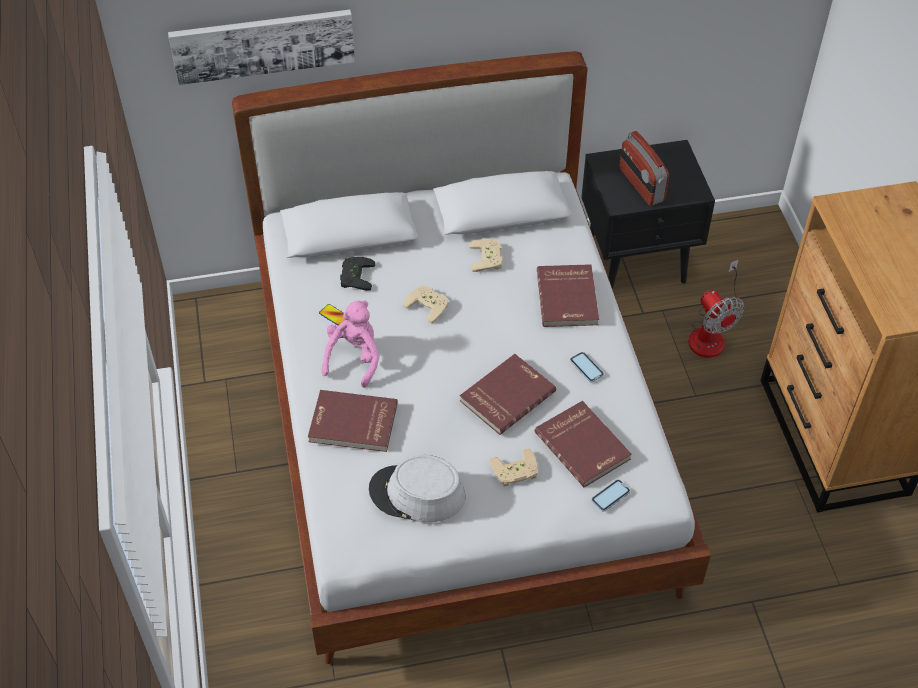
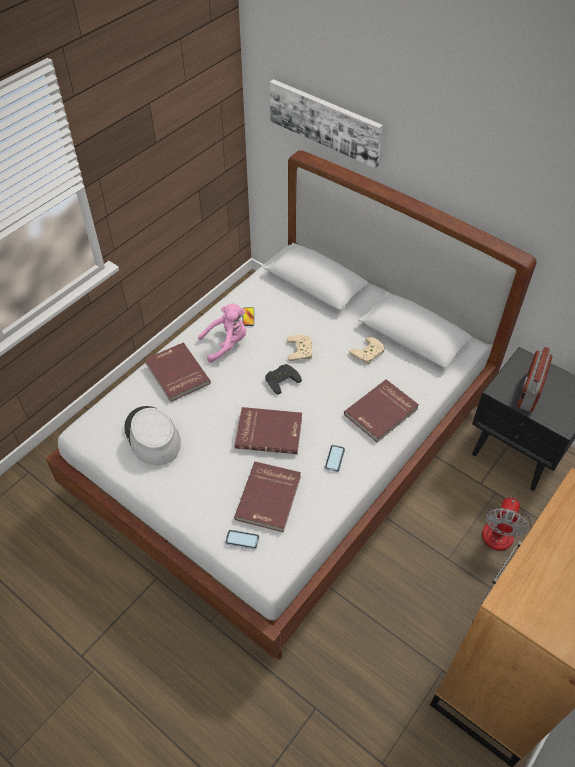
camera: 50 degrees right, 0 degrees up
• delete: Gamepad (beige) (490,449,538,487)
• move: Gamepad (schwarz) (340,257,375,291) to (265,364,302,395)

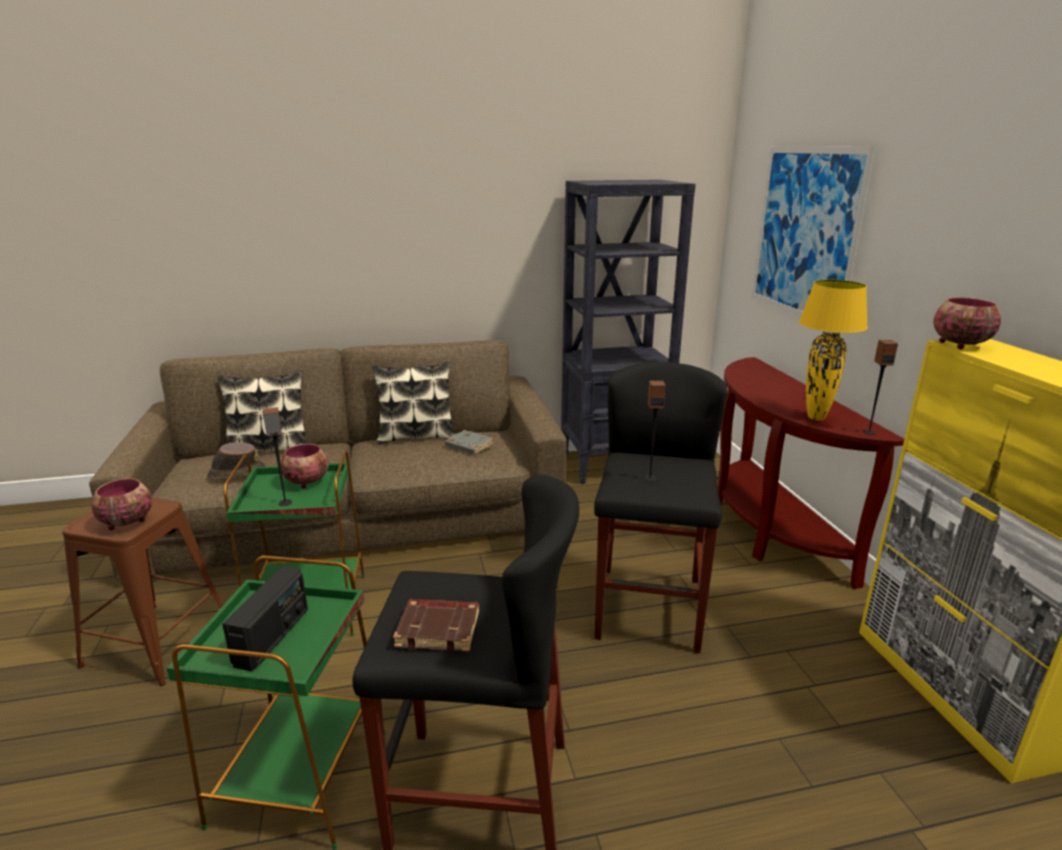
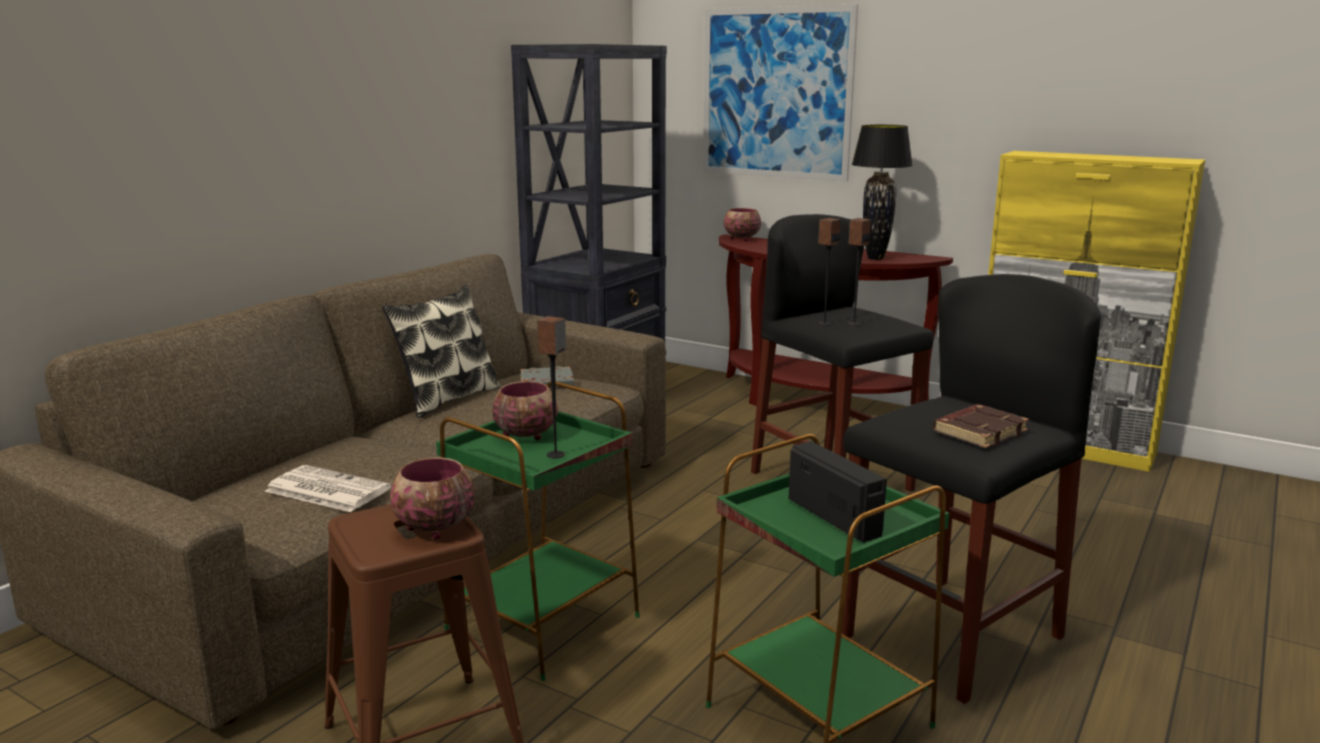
camera: 45 degrees left, 5 degrees down
• delete: Kissen (217,370,306,451)
• move: Lautsprecher (863,340,898,435) to (818,218,840,326)
• move: Schüssel (933,297,1001,349) to (724,208,761,241)
• replace: Hut (braun) (207,442,266,480) to Zeitung (265,465,391,512)
• recolor: Tischlampe (gelb) (799,280,868,421) to Tischlampe (schwarz) (852,125,913,260)

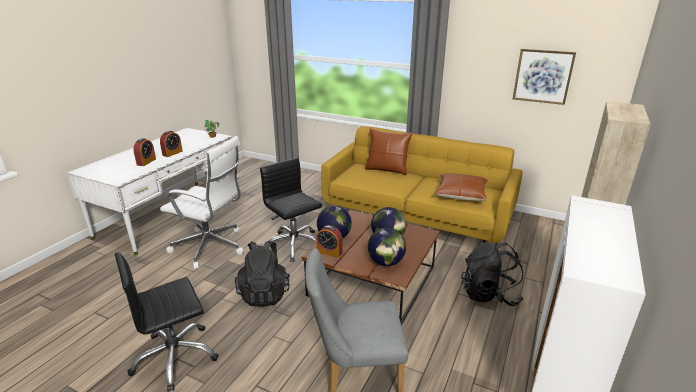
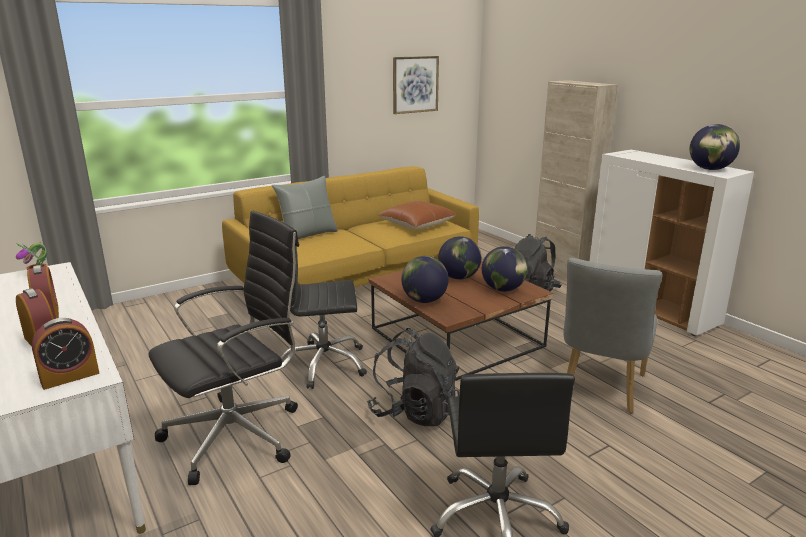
camera: 60 degrees left, 5 degrees down
• insert: Globus (690,124,740,170)
• move: Wecker (317,225,343,258) to (32,318,99,390)
• recolor: Bürostuhl (weiß) (160,136,244,269) to Bürostuhl (schwarz) (148,211,299,485)
• recolor: Kissen (braun) (365,128,413,175) to Kissen (grau) (272,176,338,239)

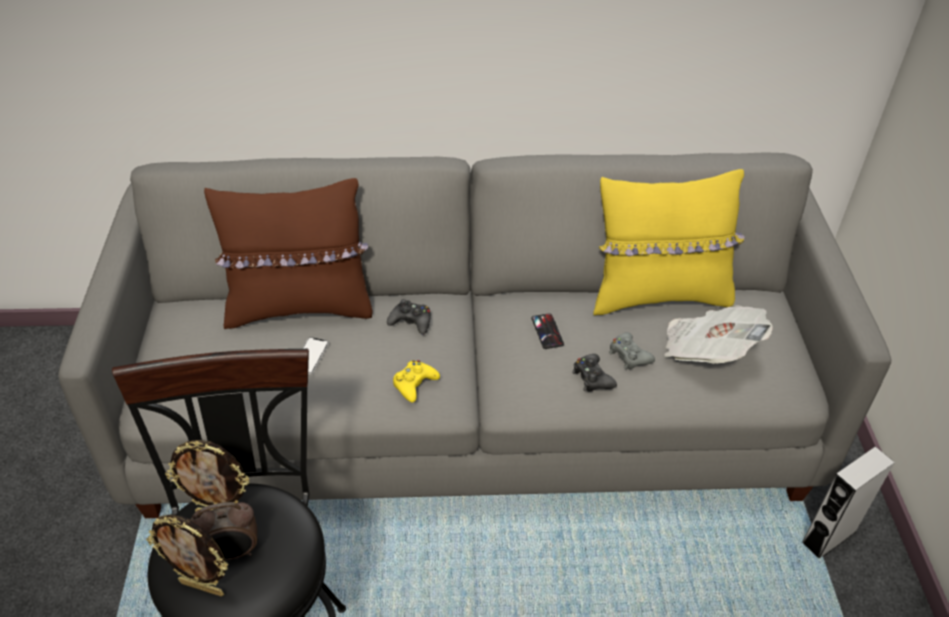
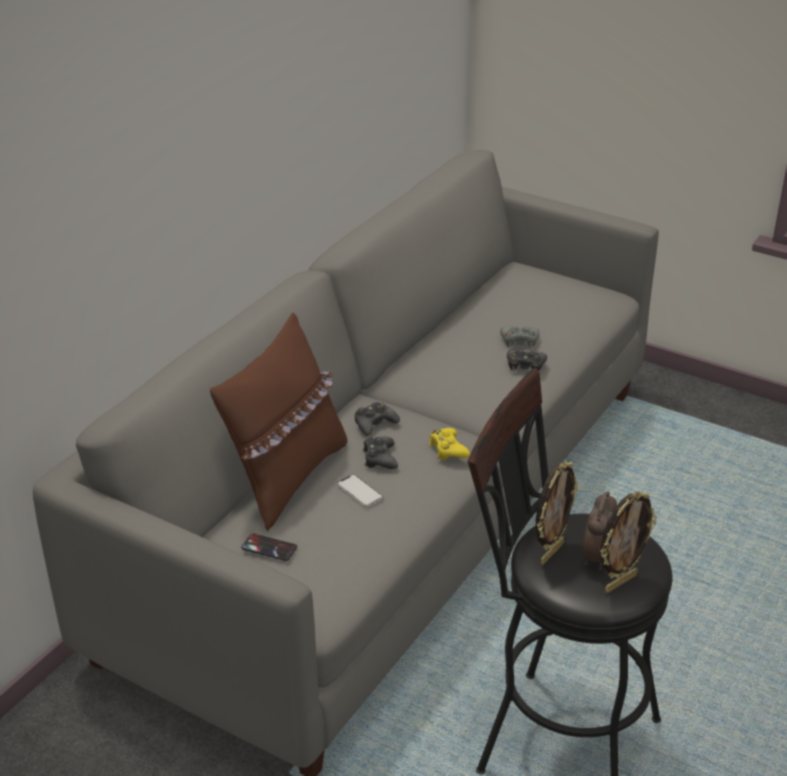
camera: 55 degrees left, 10 degrees down
• delete: Kissen (gelb) (593,169,745,315)
• delete: Zeitung (664,305,773,364)
• delete: Lautsprecher (grau) (802,446,895,558)
• insert: Gamepad (schwarz) (363,437,398,469)
• move: Handy (531,313,564,349) to (241,533,297,561)

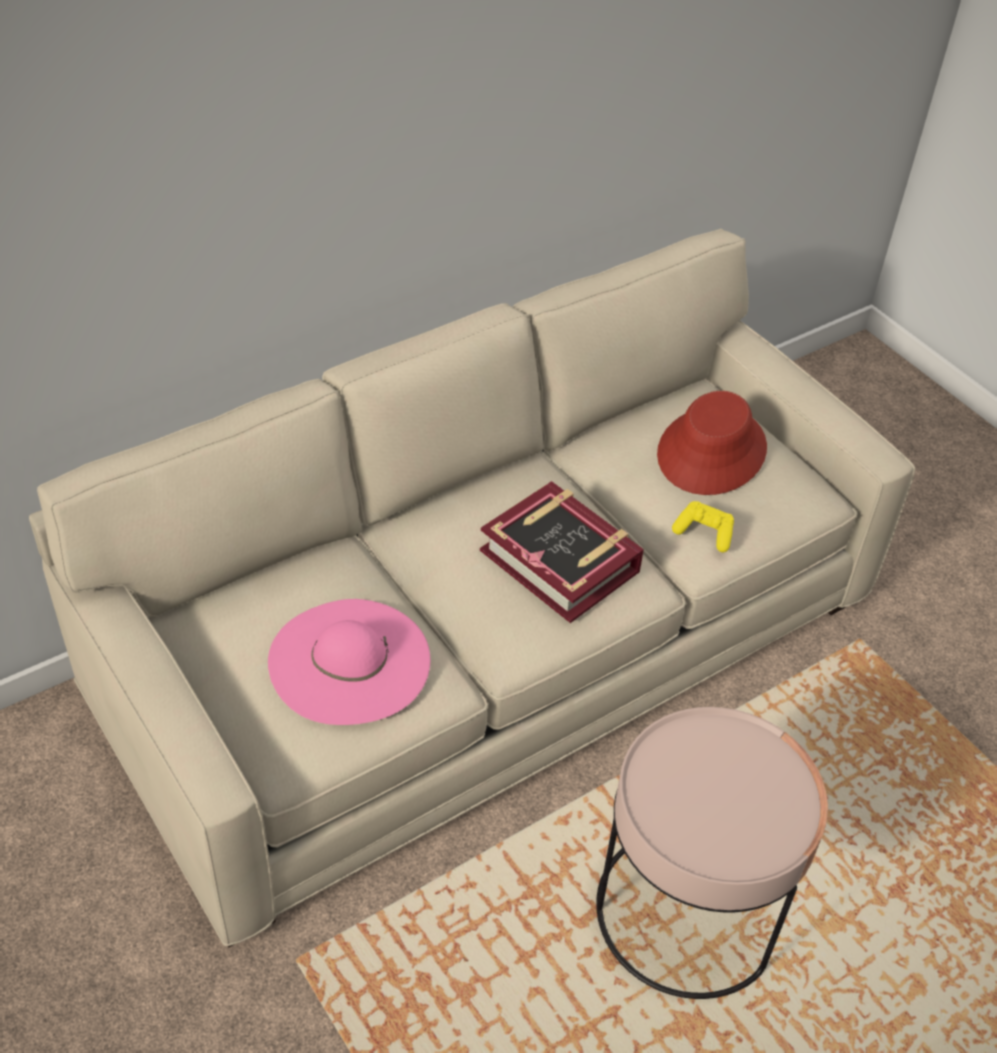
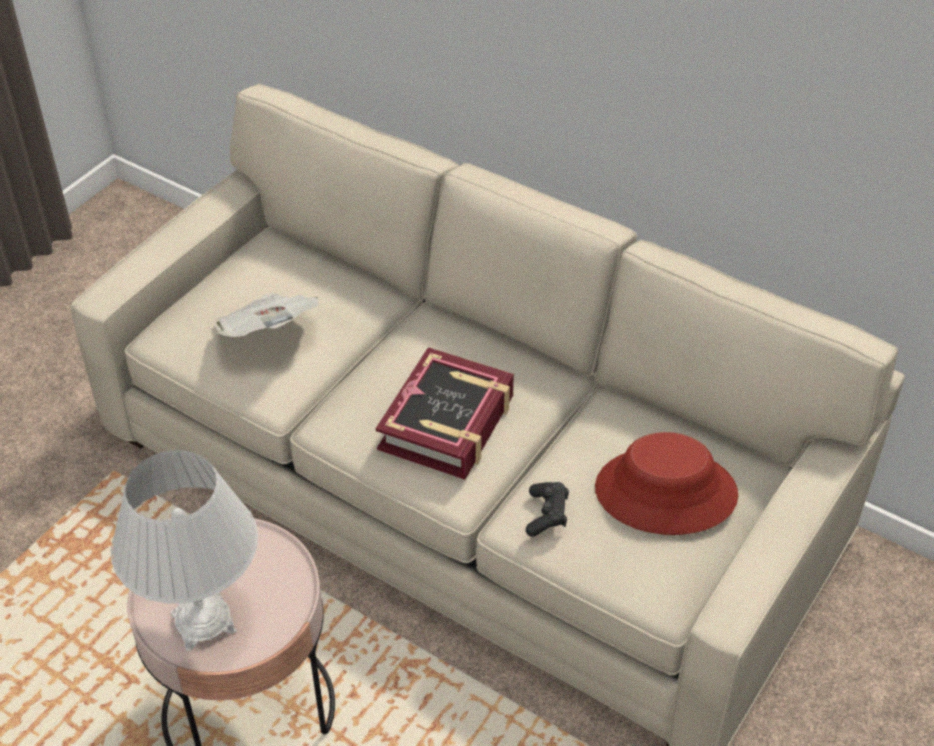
camera: 70 degrees right, 0 degrees up
• insert: Tischlampe (weiß) (111,450,258,651)
• replace: Hut (rosa) (268,599,430,725) to Zeitung (214,292,319,337)
• recolor: Gamepad (gelb) (672,501,734,552) to Gamepad (schwarz) (526,482,569,537)

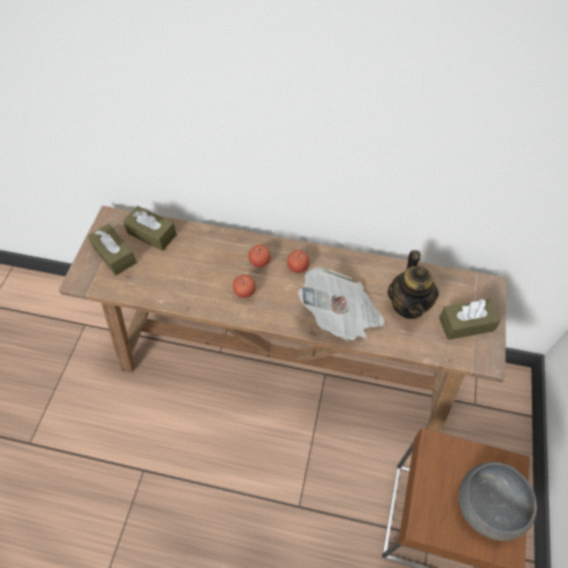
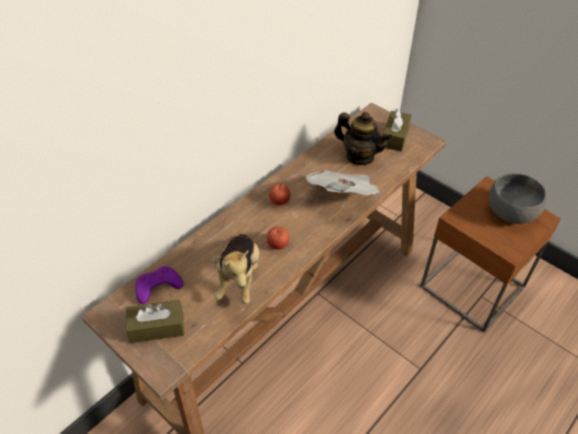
camera: 60 degrees left, 10 degrees down
• delete: Apfel (248,245,271,267)
• insert: Plüschtier (213,234,259,304)
• replace: Taschentuchbox (braun) (123,206,177,251) to Gamepad (lila) (135,266,184,304)

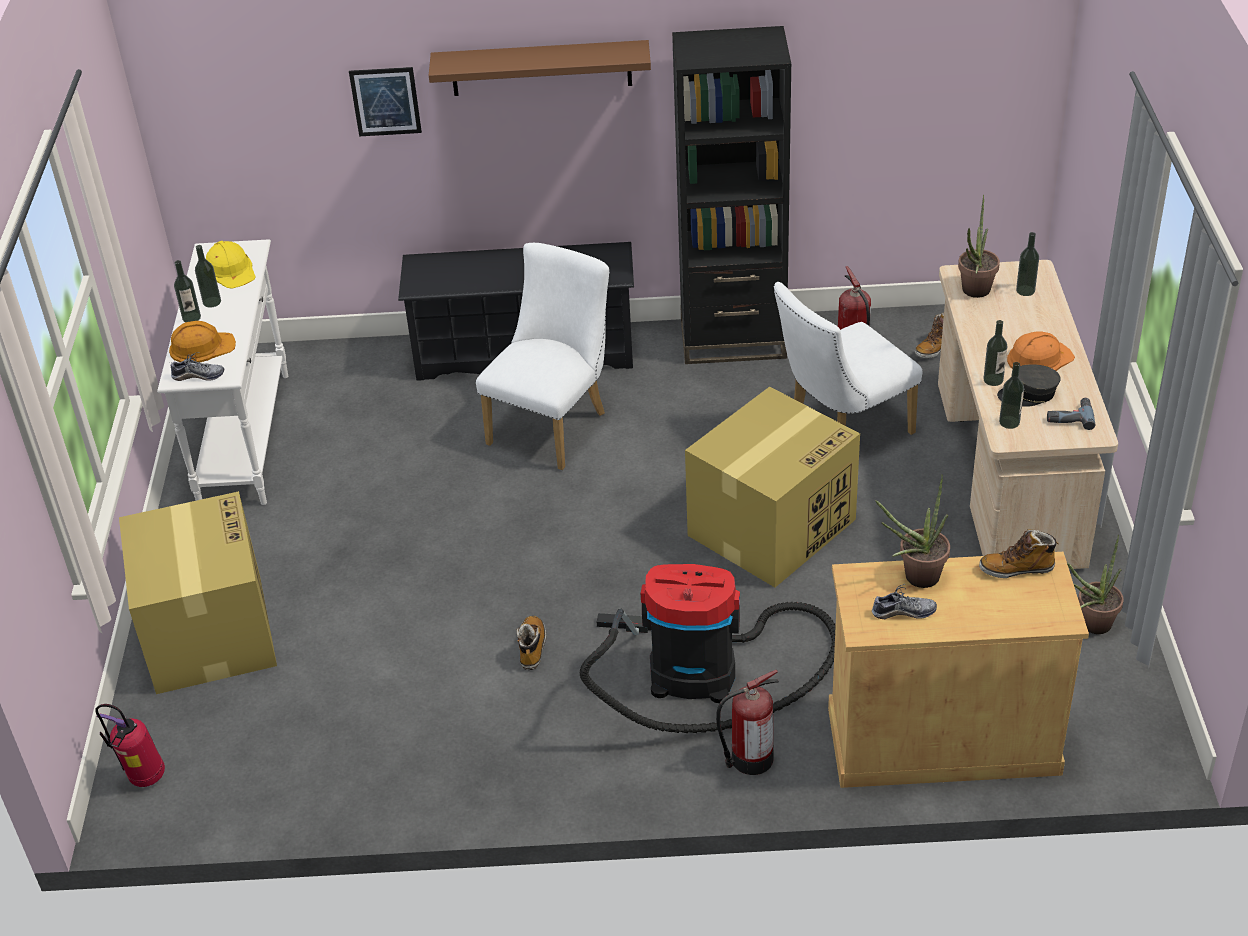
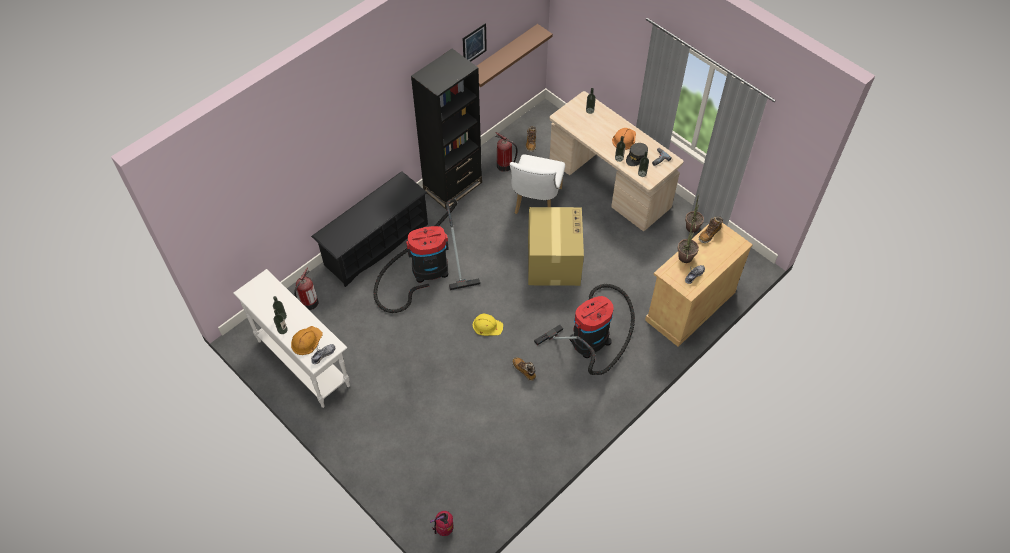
camera: 45 degrees left, 15 degrees up
• delete: Karton (119,491,277,694)
• delete: Topfpflanze (958,195,1000,298)
• move: Schutzhelm (gelb) (206,241,256,289) to (473,314,503,336)
• move: Bild (349,67,422,137) to (462,23,487,62)
• move: Wandregal (braun) (429,40,651,96) to (477,24,553,87)
• move: Feuerlöscher (716,670,779,775) to (294,268,319,310)
• replace: Stuhl (weiß) (476,243,610,470) to Staubsauger (373,199,480,313)

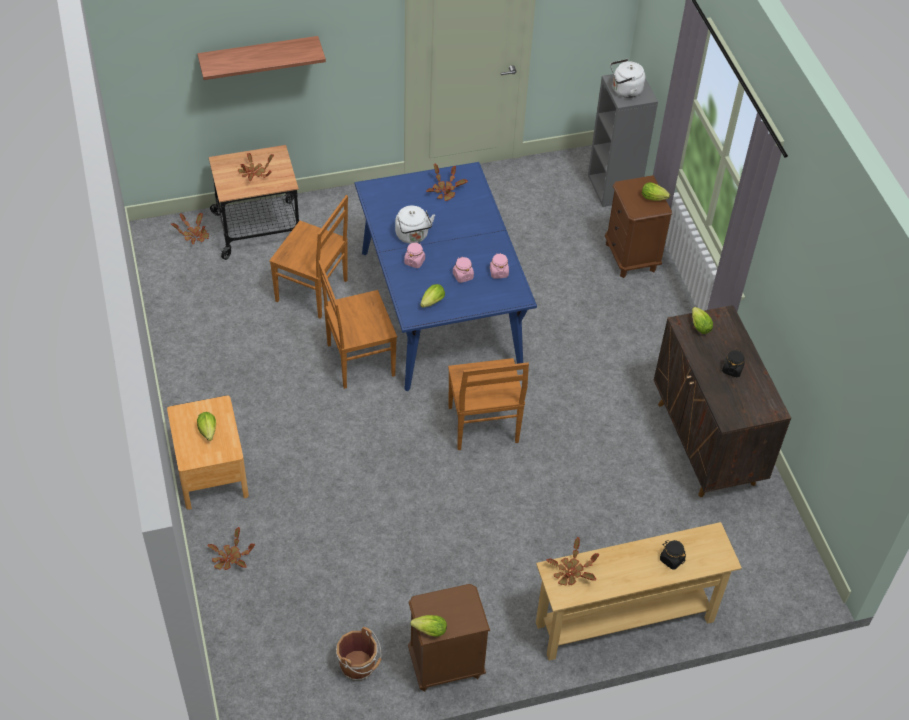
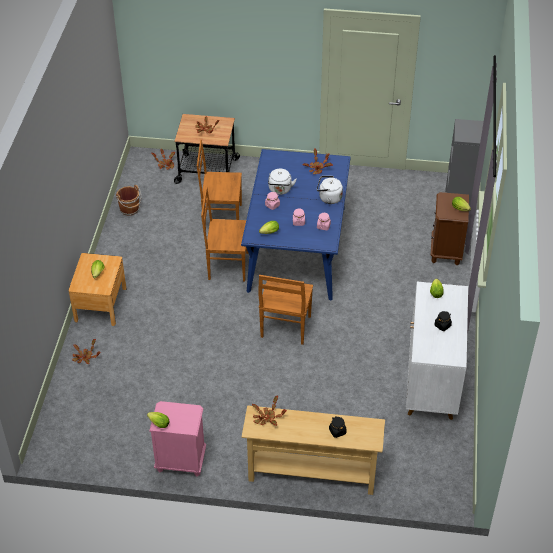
camera: 25 degrees right, 5 degrees down
• delete: Wandregal (197,36,326,80)
• move: Eimer (braun) (336,627,382,681) to (116,185,141,216)
• move: Wasserkessel (weiß) (610,59,646,98) to (317,176,343,204)
• recolor: Nachttisch (braun) (408,584,490,692) to Nachttisch (rosa) (149,401,206,477)
• recolor: Schrank (braun) (654,305,791,497) to Schrank (weiß) (406,282,468,420)
• rotate: Stuhl (braun) (269,195,348,319) = (197,139,242,229) 135 degrees clockwise

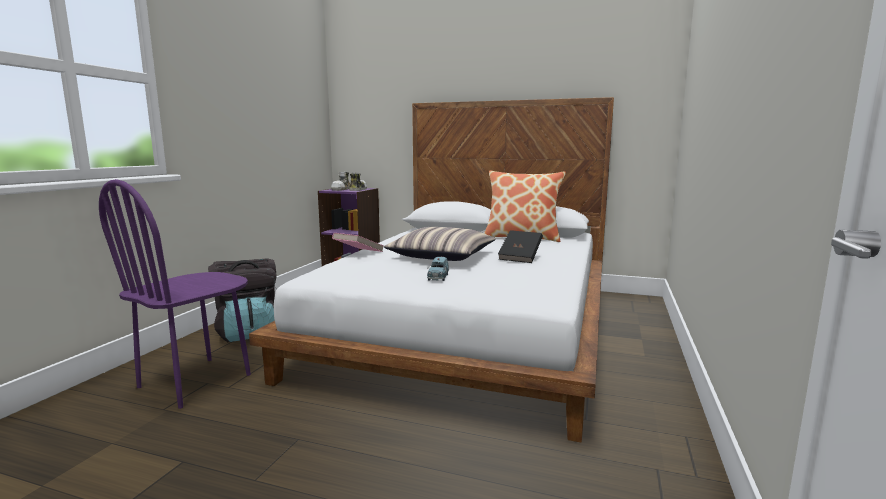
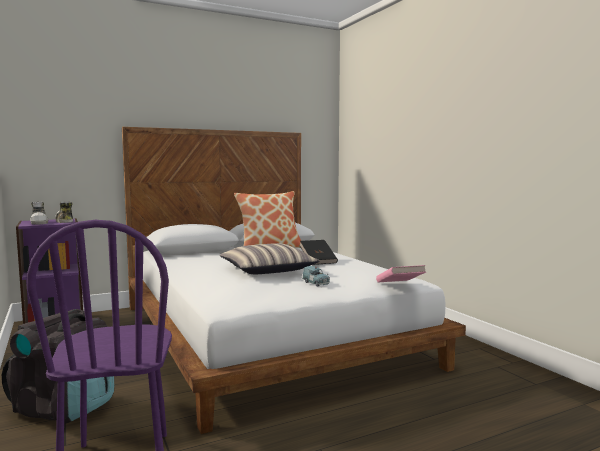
camera: 45 degrees left, 5 degrees down
• move: Buch (rosa) (332,233,384,252) to (376,265,426,282)

